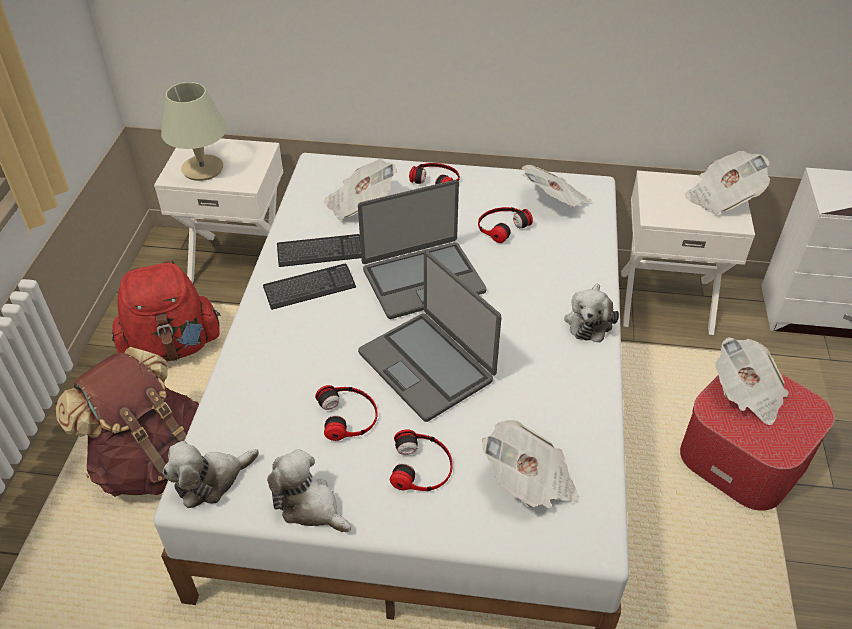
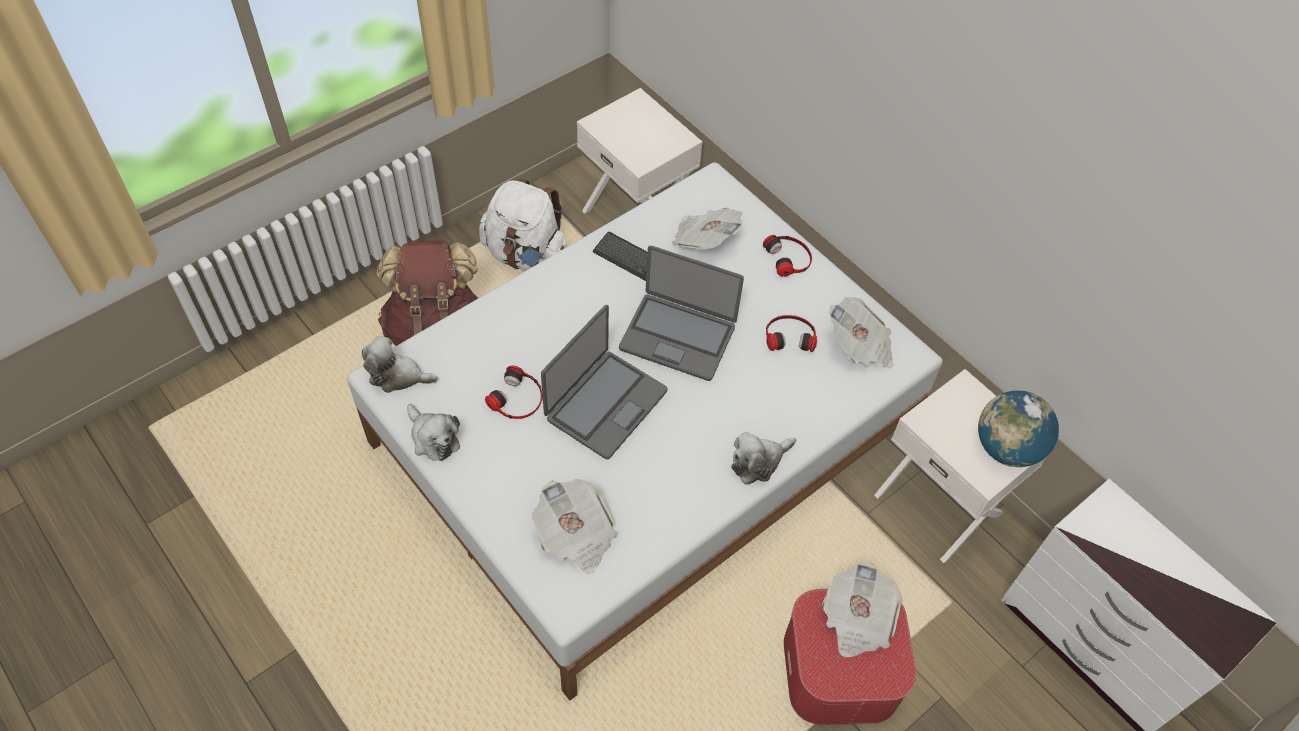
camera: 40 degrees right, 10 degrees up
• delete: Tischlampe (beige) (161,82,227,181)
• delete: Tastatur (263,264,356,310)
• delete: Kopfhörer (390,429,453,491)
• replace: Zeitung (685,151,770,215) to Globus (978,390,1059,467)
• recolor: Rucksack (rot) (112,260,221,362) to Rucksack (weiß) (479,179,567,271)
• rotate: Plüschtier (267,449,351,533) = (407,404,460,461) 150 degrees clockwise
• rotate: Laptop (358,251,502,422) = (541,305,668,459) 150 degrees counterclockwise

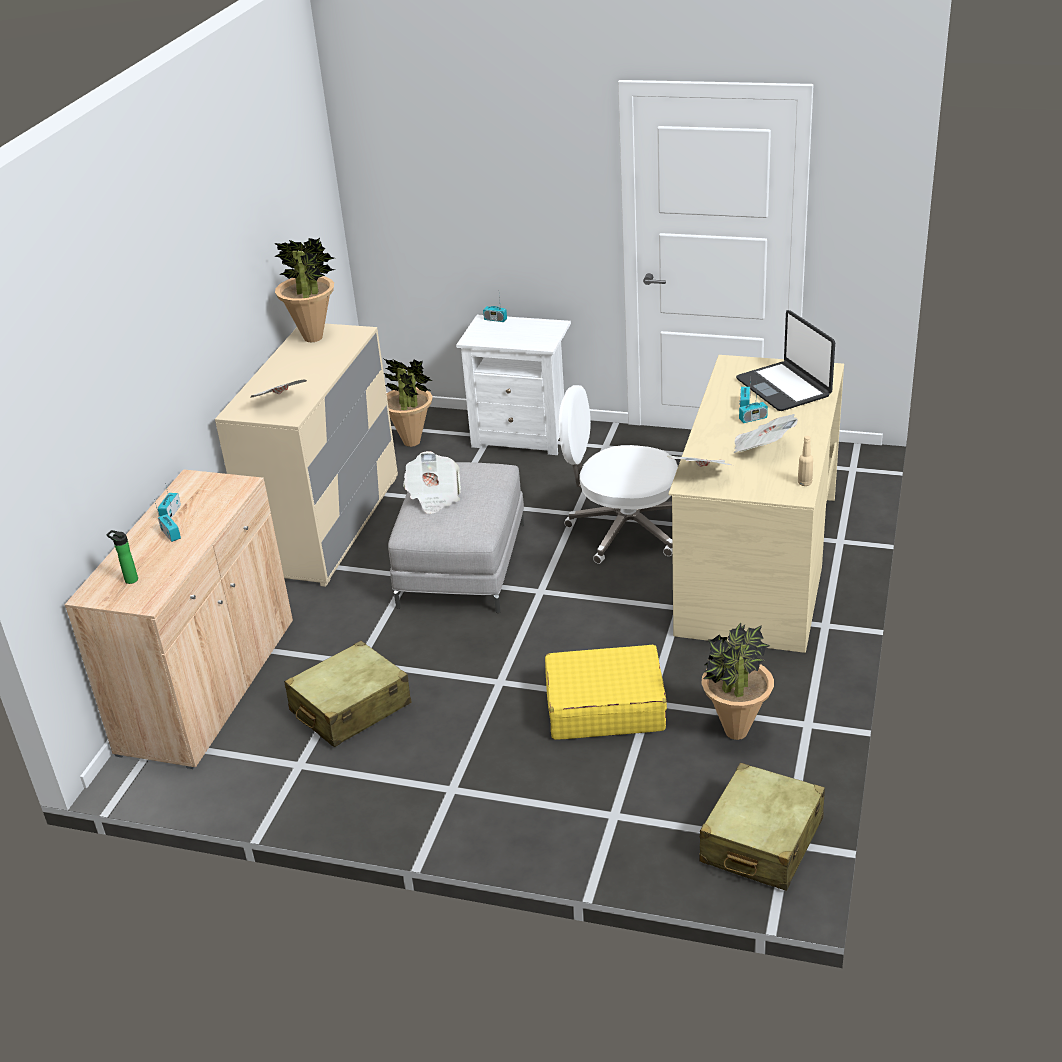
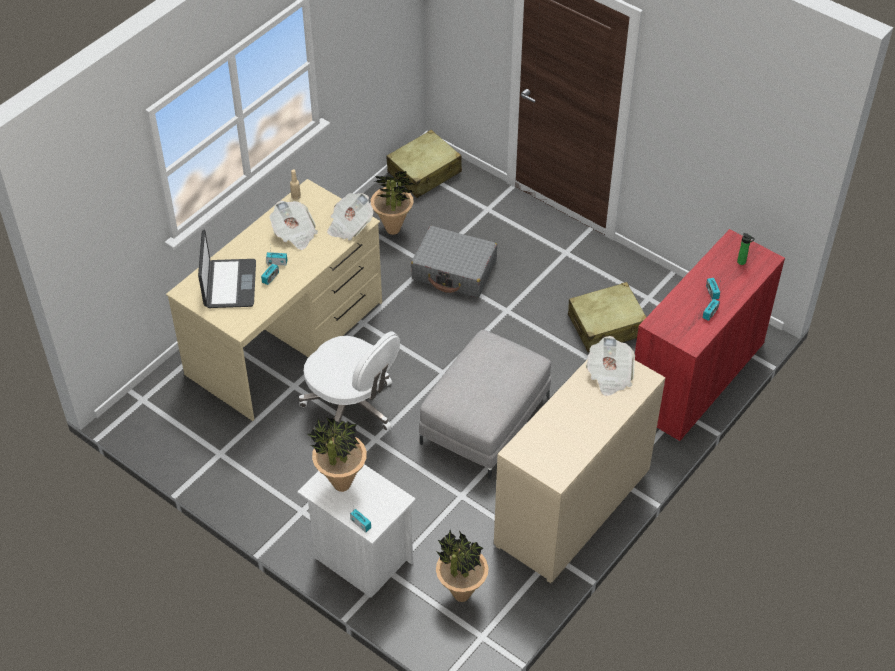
camera: 160 degrees left, 15 degrees up
• delete: Zeitung (403,451,461,514)
• move: Topfpflanze (274,238,335,342) to (307,417,367,492)
• recolor: Schrank (beige) (65,469,293,769) to Schrank (rot) (635,229,785,442)
• recolor: Koffer (gelb) (545,644,667,740) to Koffer (grau) (411,226,497,298)

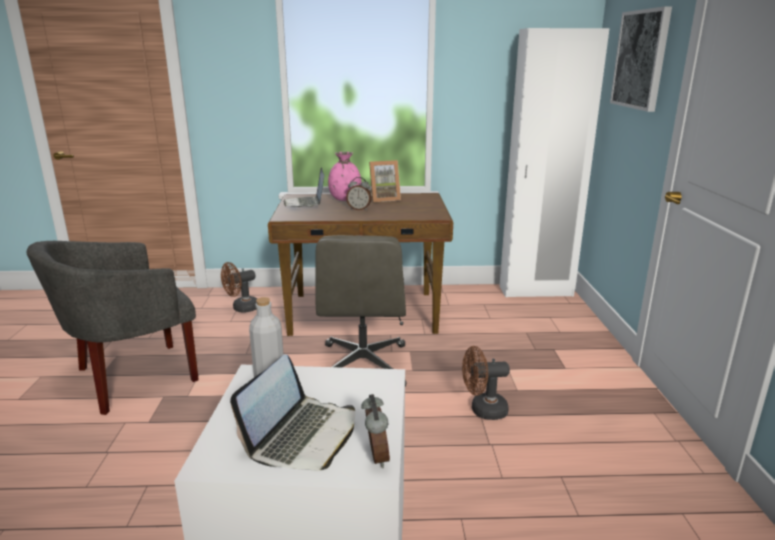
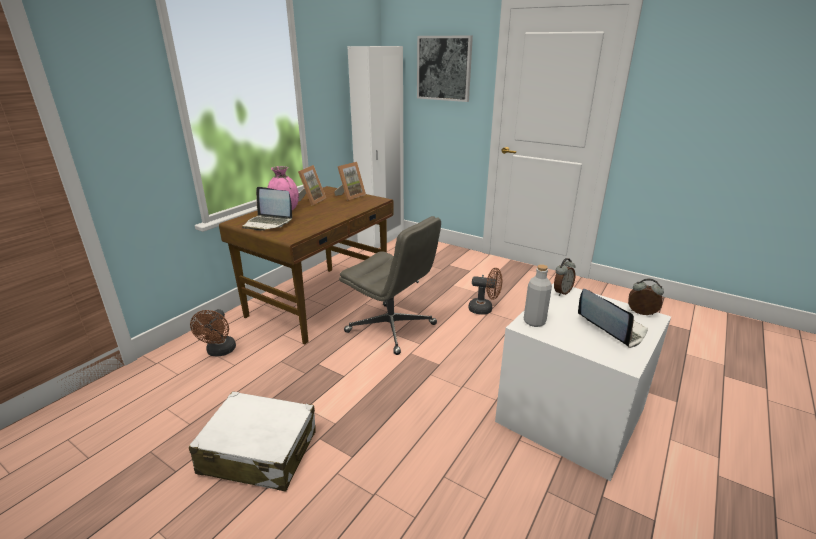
camera: 55 degrees left, 5 degrees up
• insert: Bilderrahmen (334,162,366,200)
• move: Wecker (346,177,372,210) to (554,258,575,296)
• replace: Sessel (grau) (27,241,199,415) to Koffer (weiß) (189,391,316,492)
• rotate: Ventilator (braun) (462,346,510,420) = (469,268,502,315) 105 degrees counterclockwise

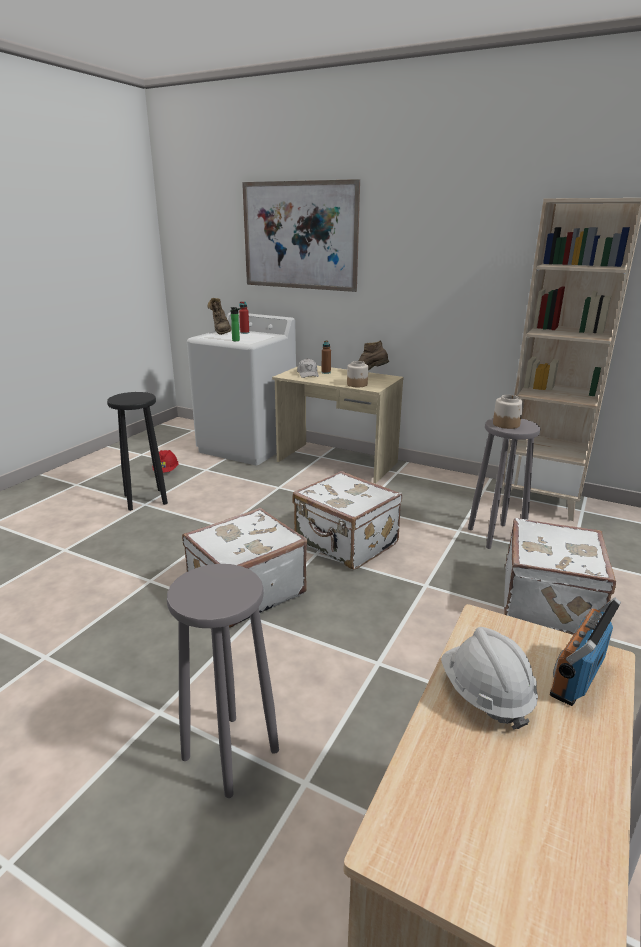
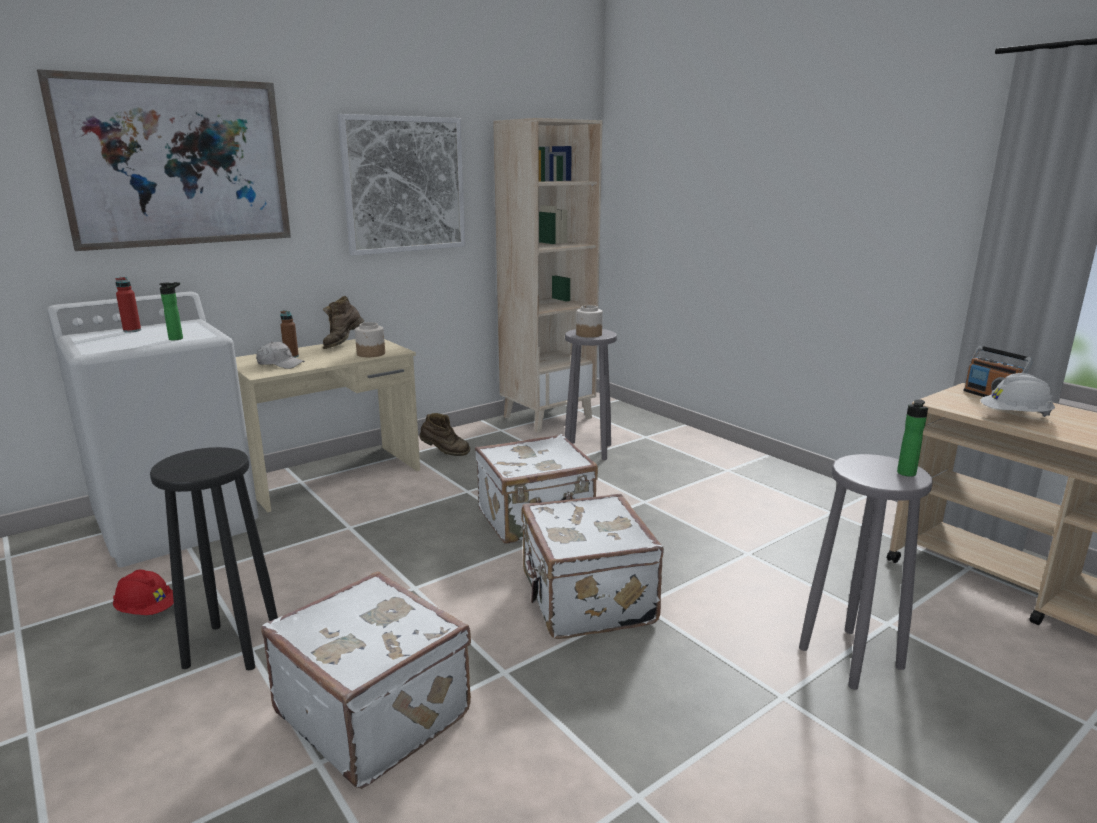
camera: 65 degrees left, 5 degrees down
• insert: Bild (337,114,465,256)
• insert: Flasche (897,399,928,477)
• move: Stiefel (braun) (208,298,231,335) to (419,413,470,456)
• move: Koffer (weiß) (504,518,616,635) to (262,572,471,789)

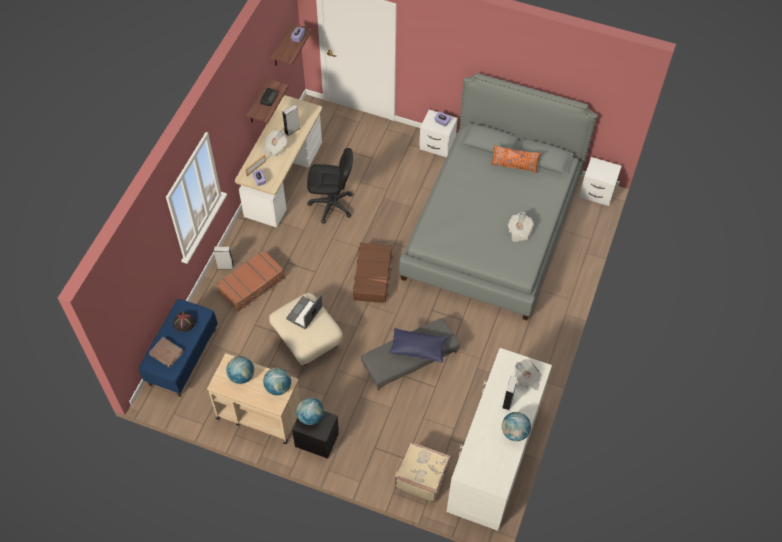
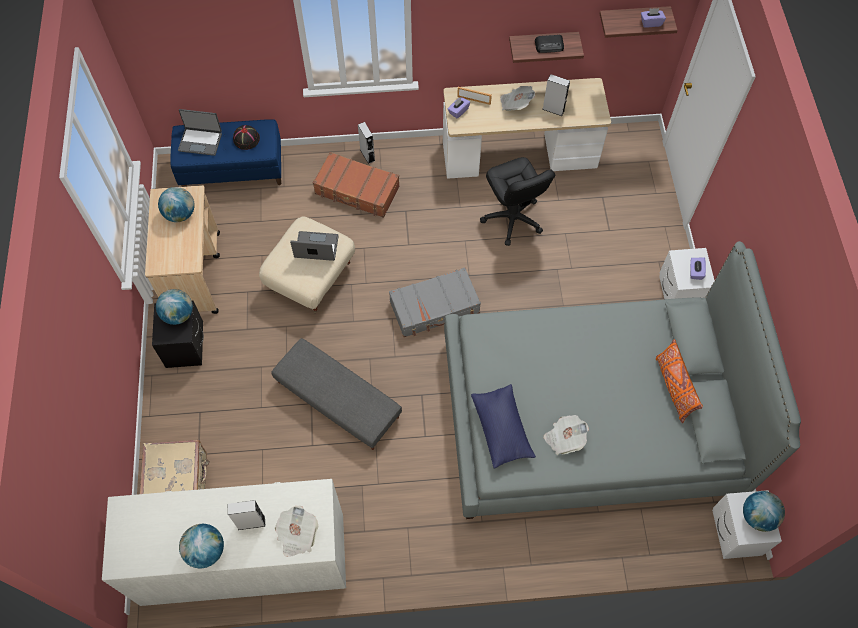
camera: 65 degrees right, 5 degrees up
• move: Globus (263,367,291,395) to (743,491,785,532)
• move: Kissen (blau) (389,328,447,363) to (471,384,536,469)
• replace: Buch (braun) (149,337,184,368) to Laptop (178,109,222,156)
• recolor: Koffer (braun) (353,242,394,303) to Koffer (grau) (389,267,481,337)

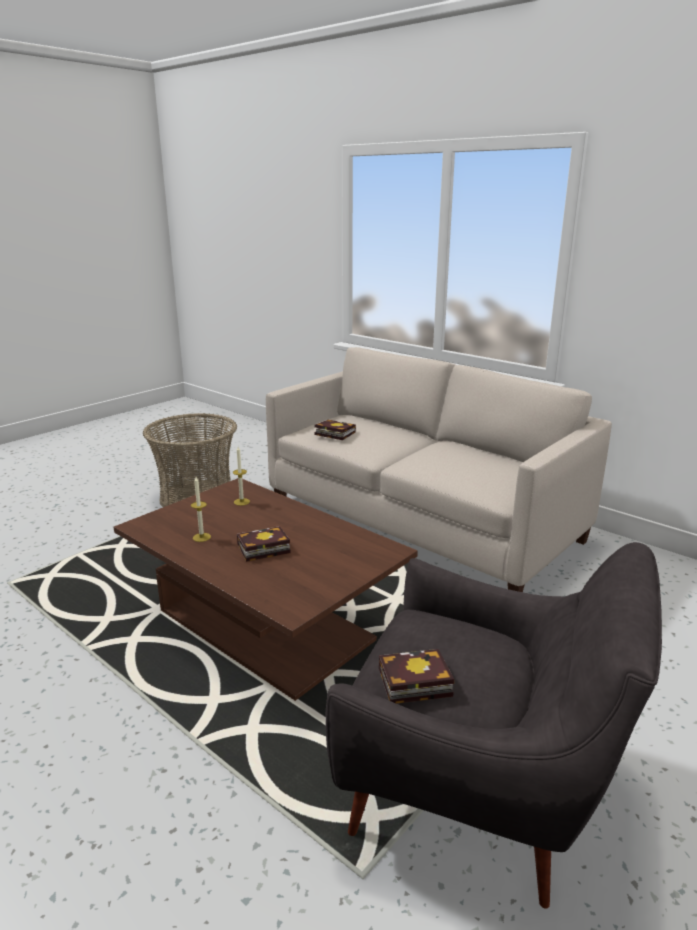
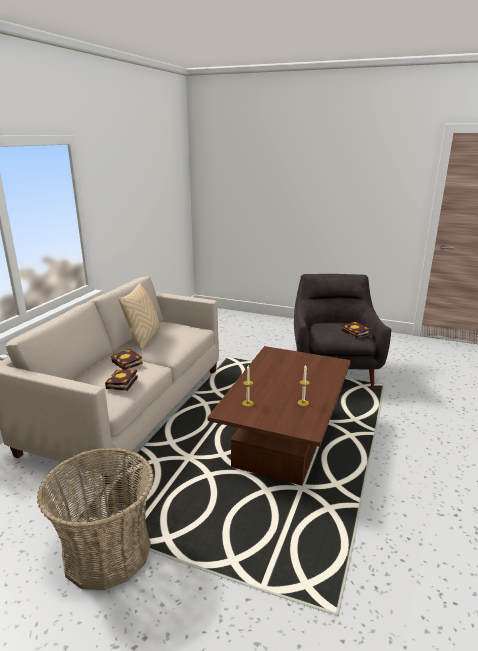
camera: 110 degrees left, 0 degrees up
• insert: Kissen (beige) (118,282,160,351)
• move: Buch (237,526,291,562) to (111,349,143,370)

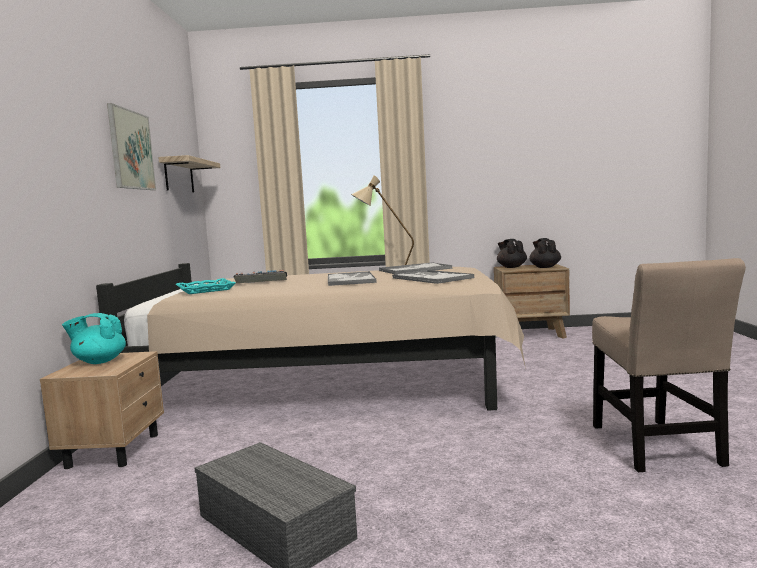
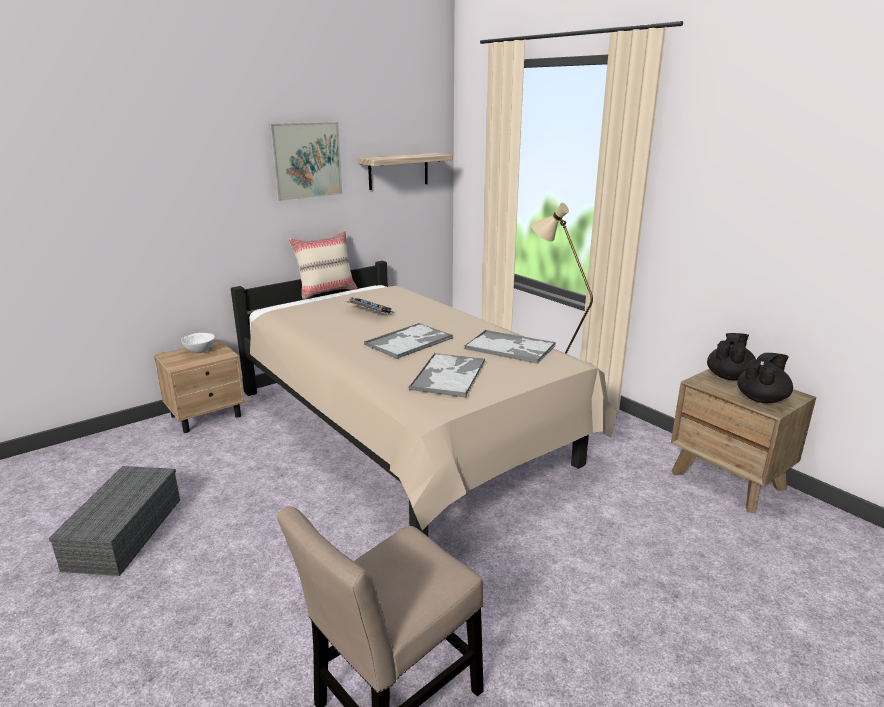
camera: 50 degrees right, 15 degrees up
• delete: Tablett (türkis) (176,278,235,294)
• insert: Kissen (beige) (289,231,358,300)
• replace: Teekanne (türkis) (62,313,126,364) to Schüssel (weiß) (181,333,215,353)

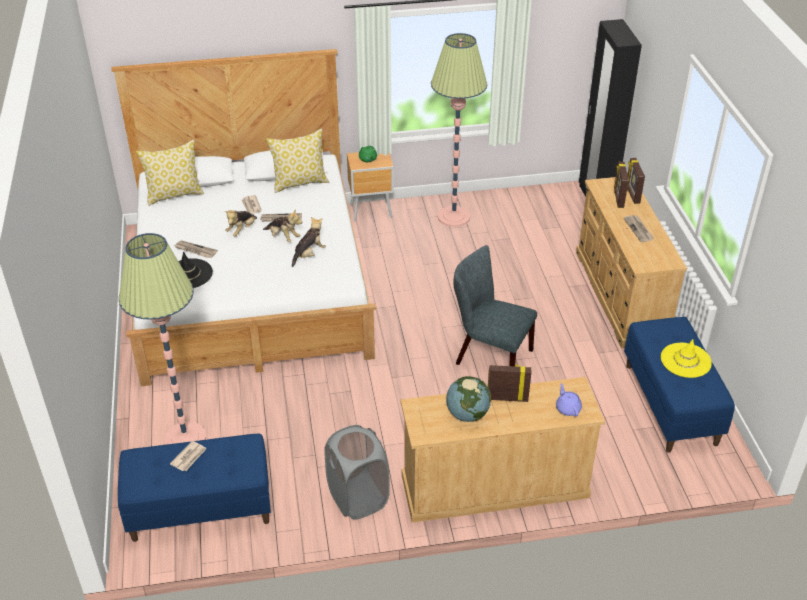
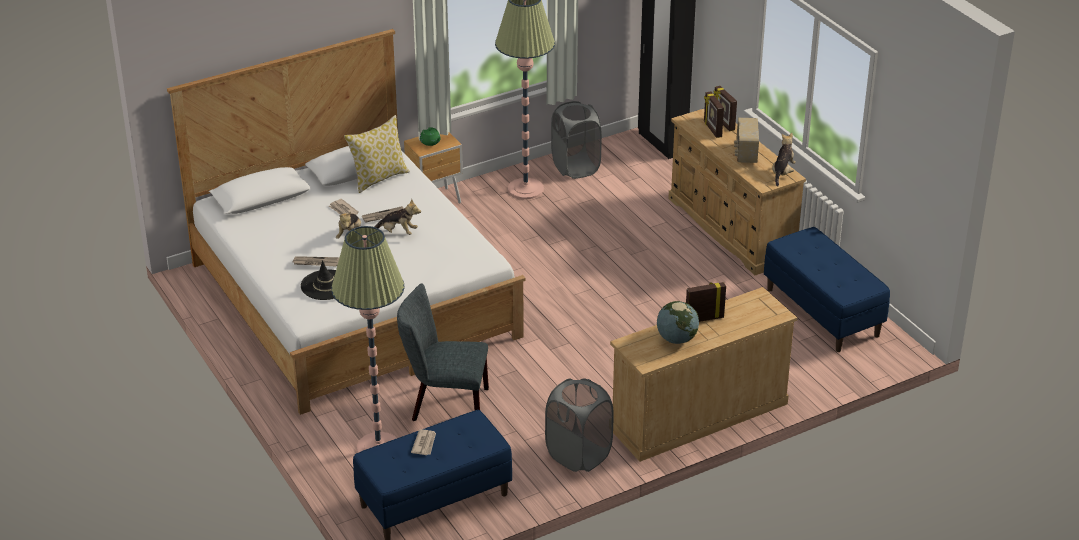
camera: 20 degrees left, 5 degrees down
• delete: Kissen (136,140,204,206)
• delete: Teekanne (lila) (556,383,582,417)
• delete: Hut (gelb) (661,339,712,378)
• insert: Wäschekorb (grau) (551,101,602,179)
• move: Plüschtier (292,217,326,267) to (772,133,796,187)
• move: Stuhl (grau) (453,245,537,367) to (397,284,489,421)
• replace: Zeitung (623,215,654,242) to Radio (734,118,759,163)

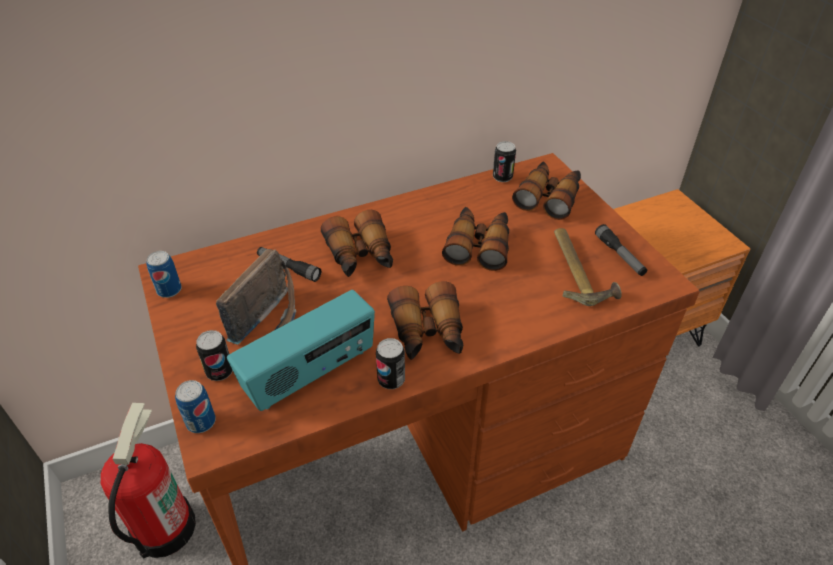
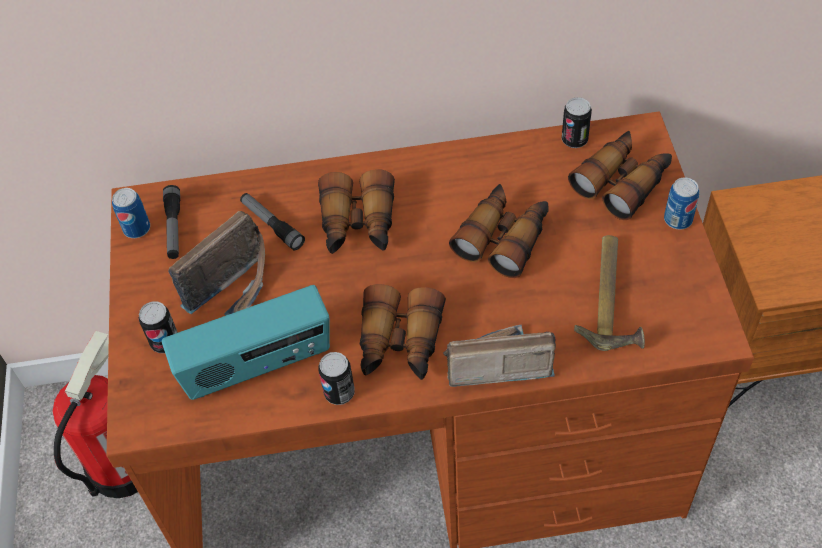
camera: 20 degrees right, 10 degrees up
• insert: Radio (443,325,556,387)
• move: Dose (175,380,216,433) to (664,177,699,230)
• move: Taschenlampe (595,224,647,276) to (163,185,180,259)

